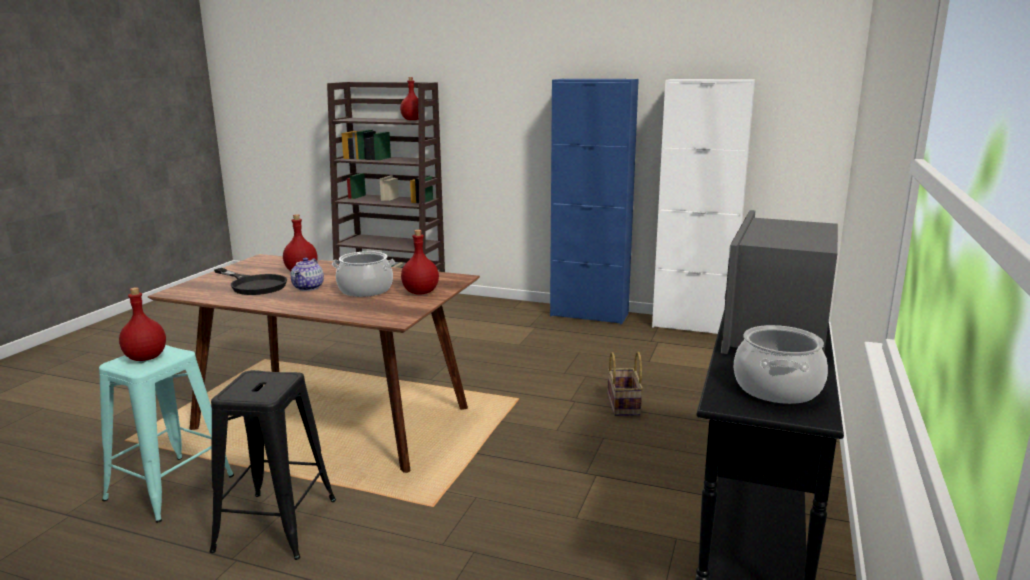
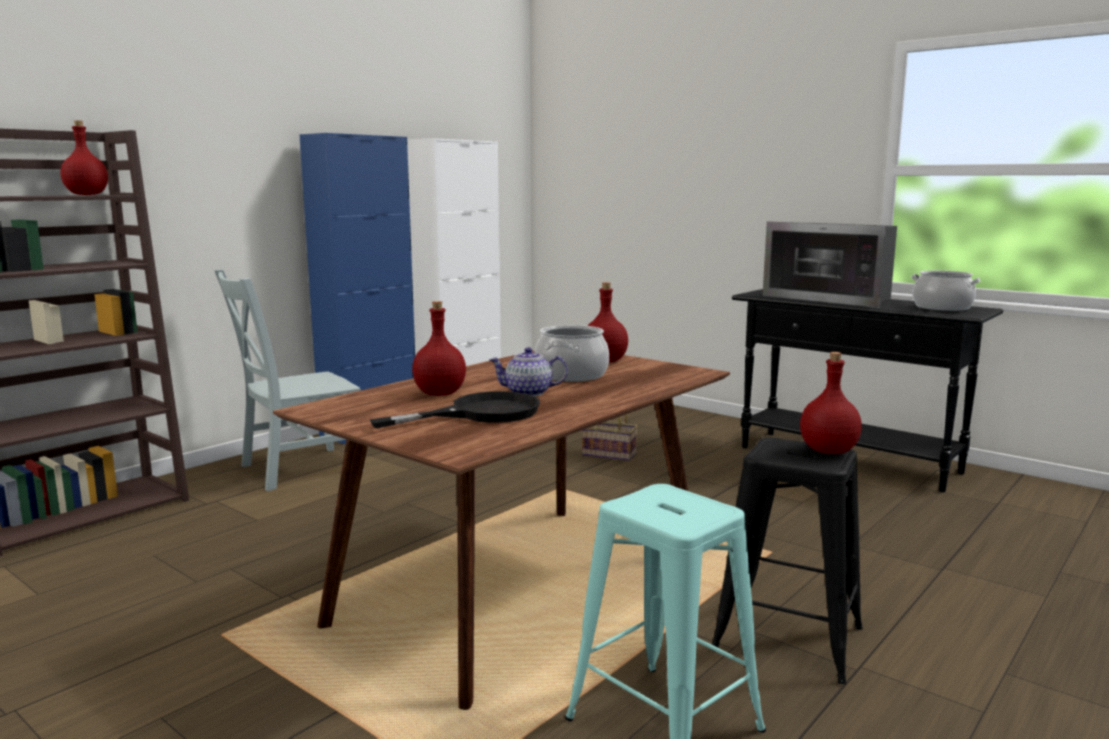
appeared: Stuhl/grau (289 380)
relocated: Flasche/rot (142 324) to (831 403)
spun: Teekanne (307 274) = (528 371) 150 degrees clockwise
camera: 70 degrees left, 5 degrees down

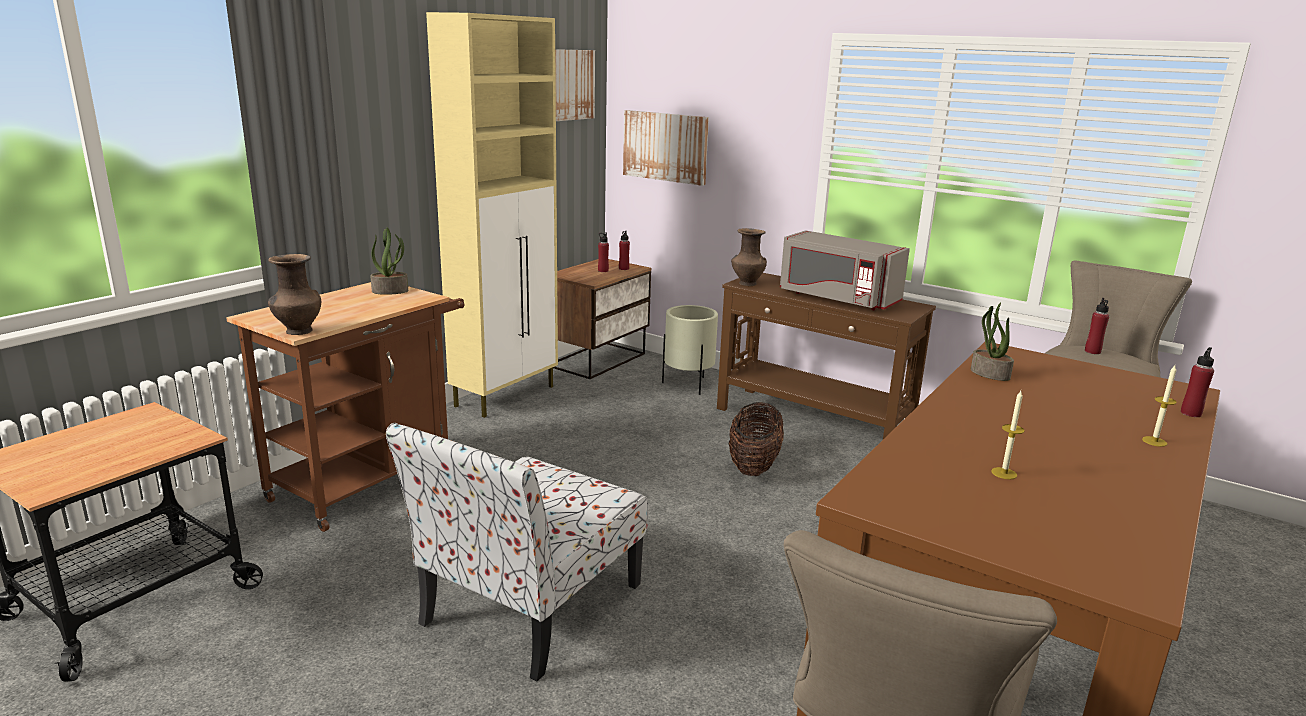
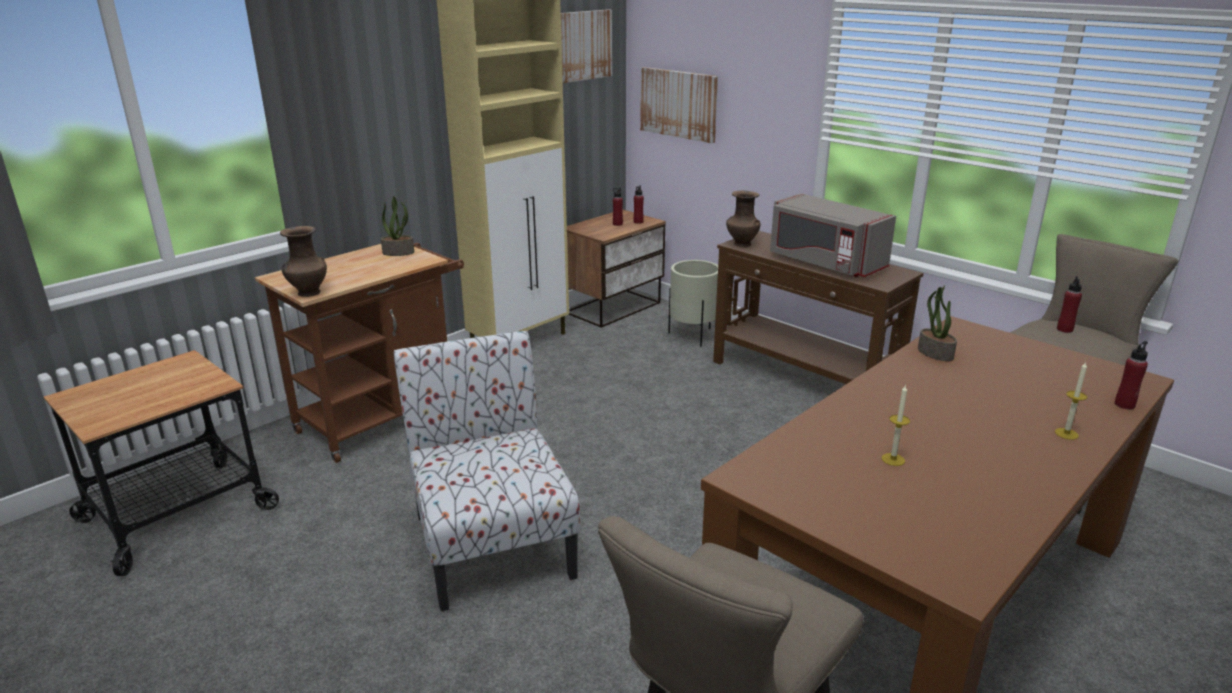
missing: Korb (756 439)
spun: Stuhl (517 552) = (487 471) 120 degrees clockwise
camera: 10 degrees right, 5 degrees up

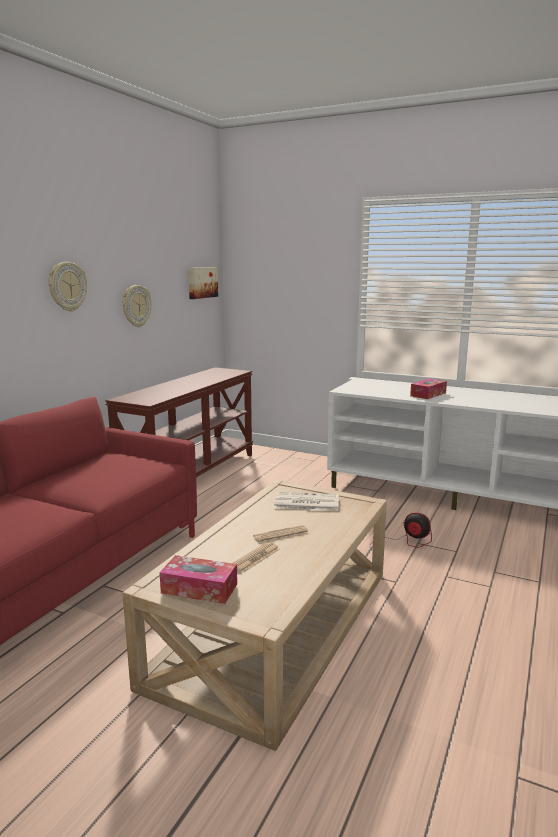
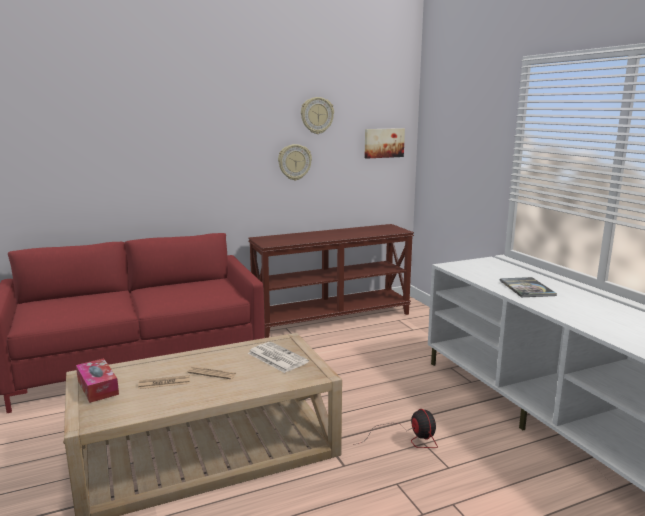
relocated: Wanduhr (68 287) to (317 115)
exchanged: Taschentuchbox (428 389) to Buch (528 287)
camera: 40 degrees right, 0 degrees up

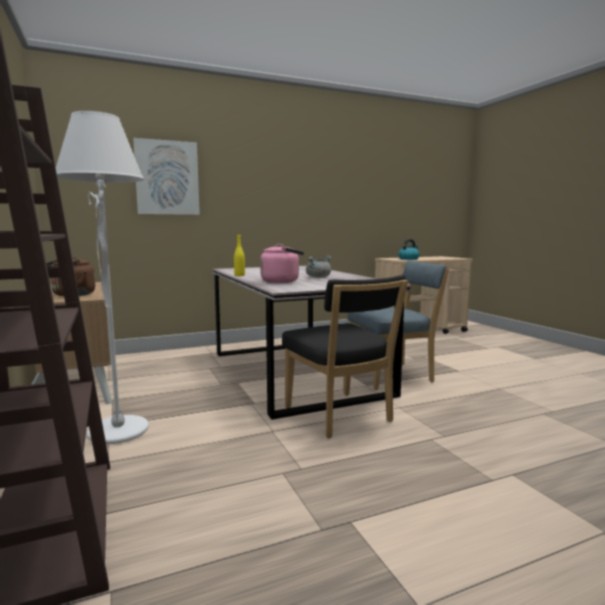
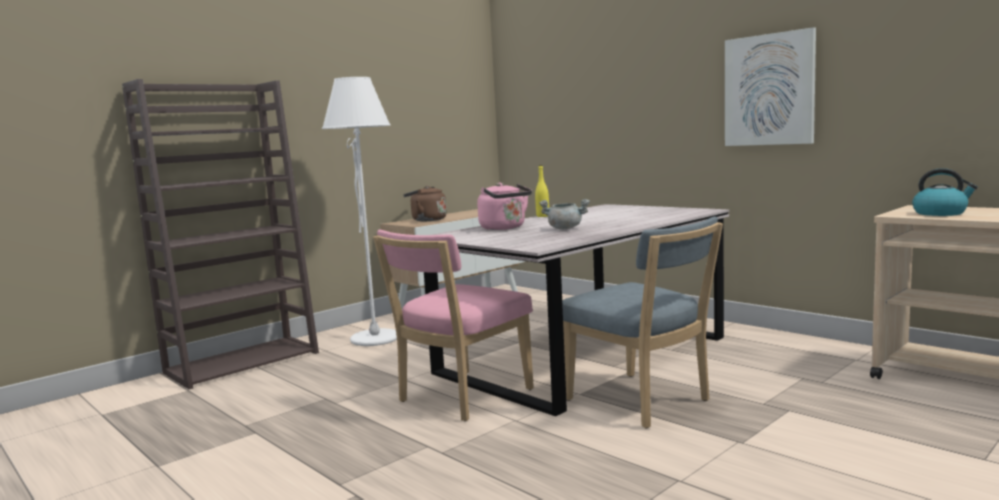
relocated: Bild (166 176) to (770 86)
colour: Stuhl/schwarz (345 356) to Stuhl/rosa (453 325)
camera: 70 degrees right, 0 degrees up

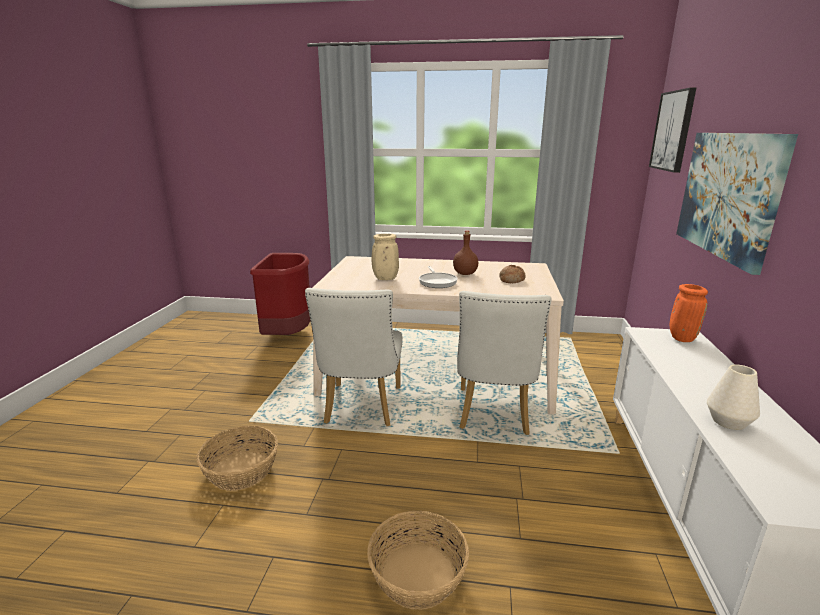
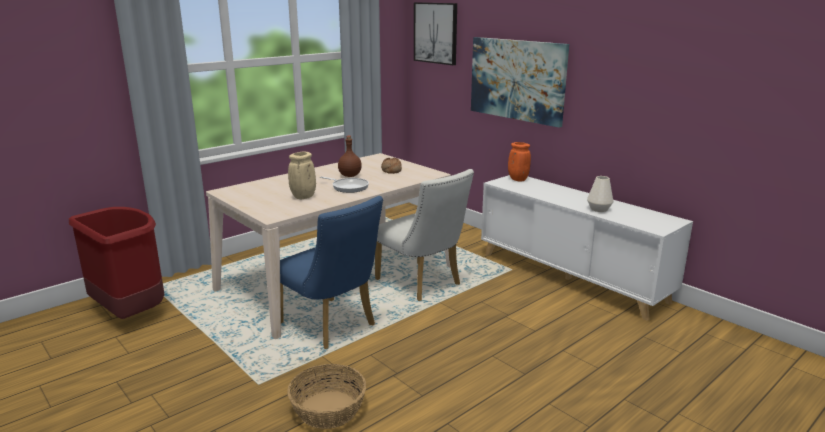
missing: Korb (418 560)
colour: Stuhl/weiß (354 357) to Stuhl/blau (331 272)
camera: 50 degrees left, 0 degrees up

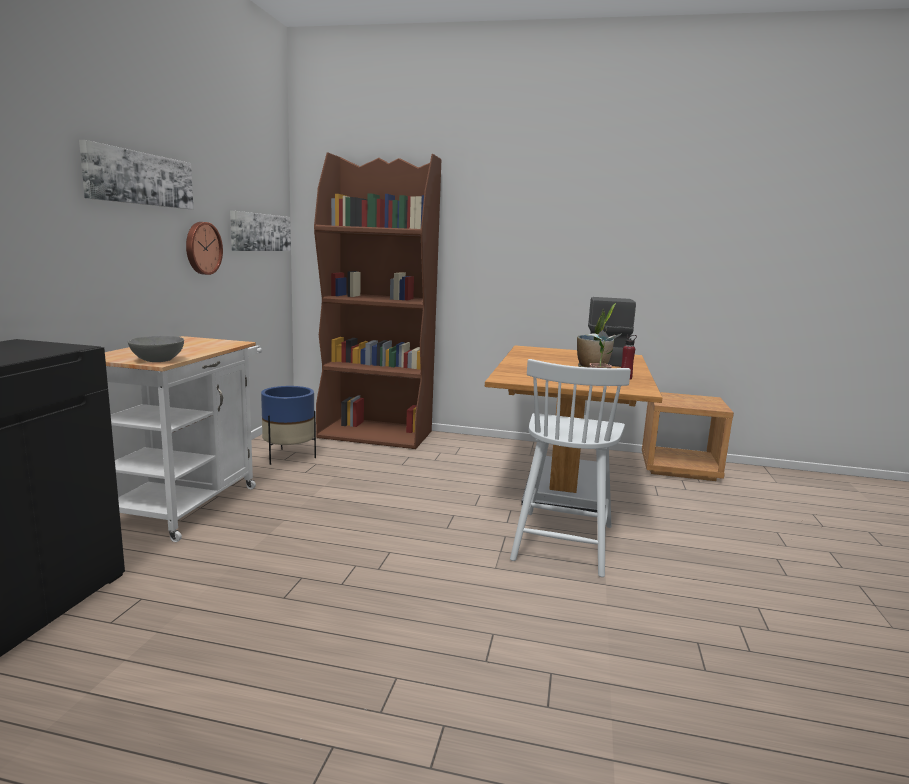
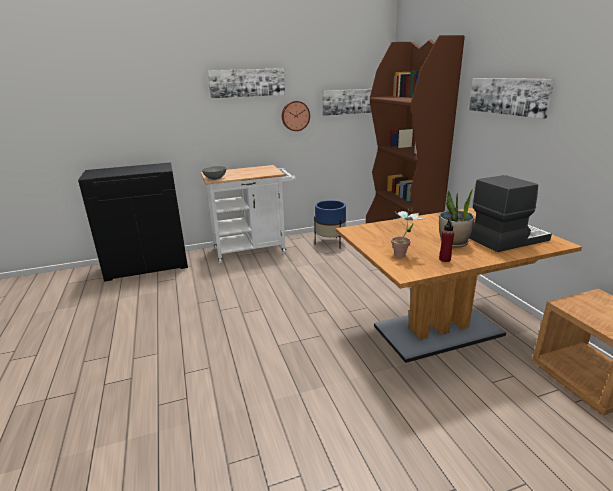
missing: Stuhl/weiß (570 468)
appeared: Bild (512 98)
camera: 60 degrees right, 10 degrees up

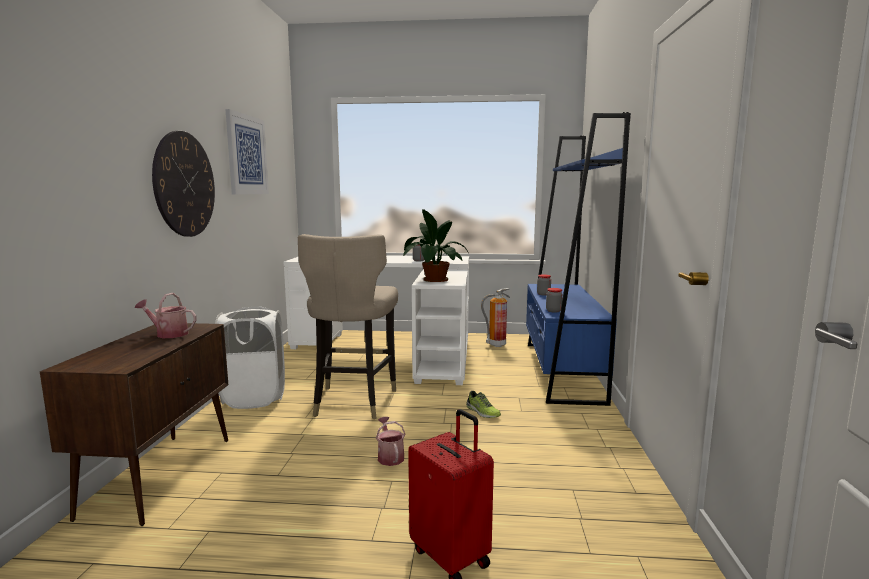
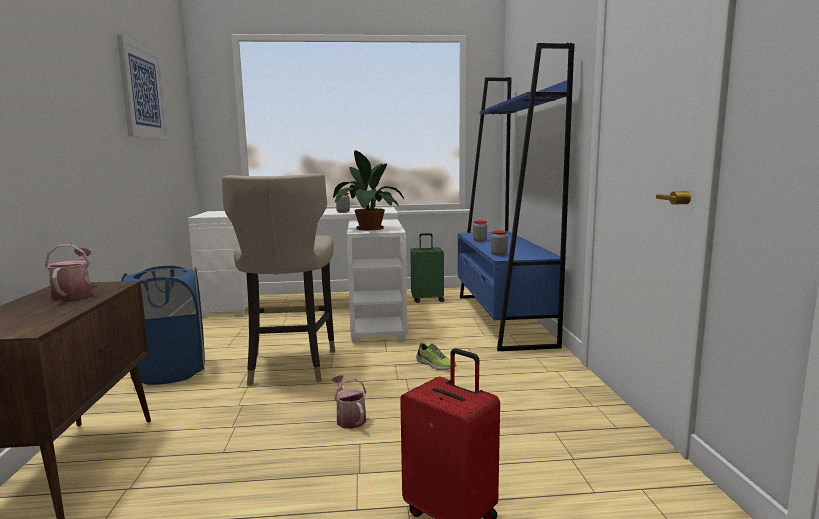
missing: Wanduhr (183 184)
exchanged: Feuerlöscher (495 317) to Koffer/grün (427 268)
colour: Wäschekorb/weiß (250 357) to Wäschekorb/blau (163 325)
spun: Gießkanne (166 315) = (68 272) 75 degrees clockwise
camera: 10 degrees left, 0 degrees up

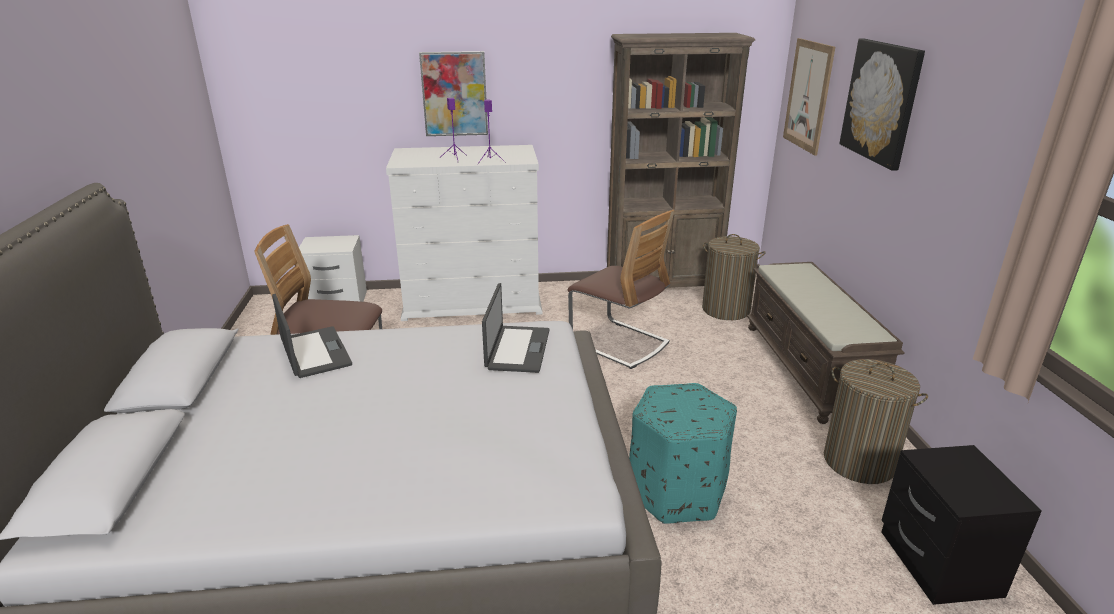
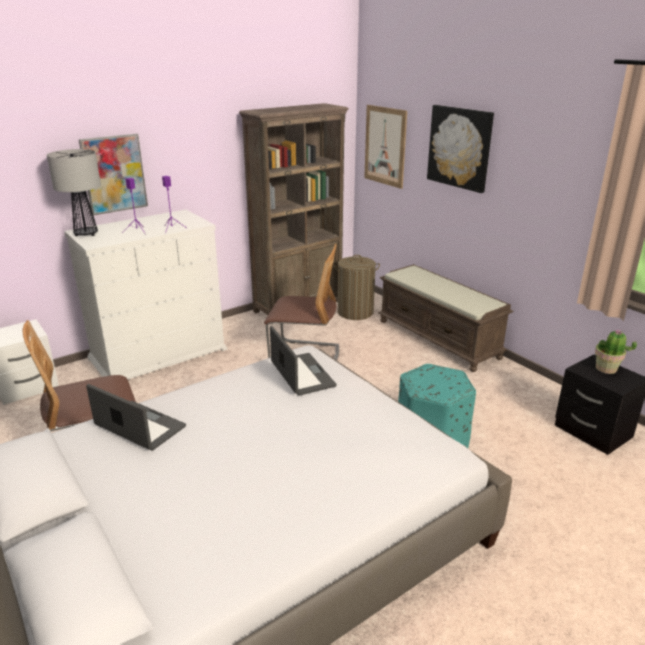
missing: Wäschekorb (876 421)
appeared: Tischlampe (74 192); Topfpflanze (616 351)
camera: 30 degrees left, 0 degrees up

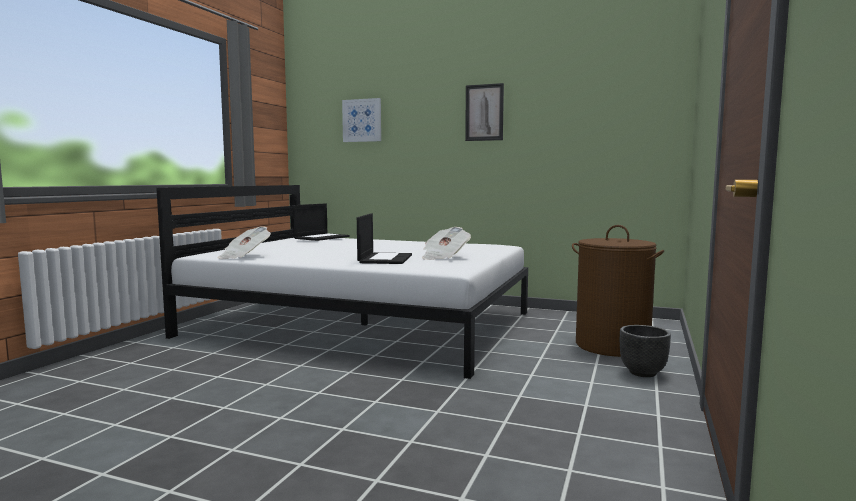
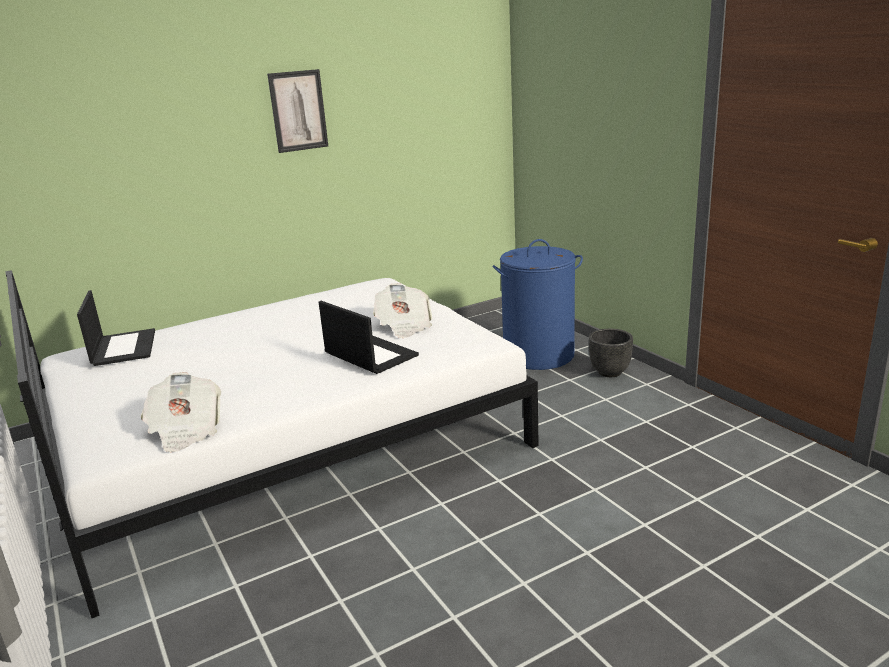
missing: Bild (361 120)
colour: Wäschekorb/braun (618 291) to Wäschekorb/blau (538 304)
camera: 50 degrees left, 15 degrees up

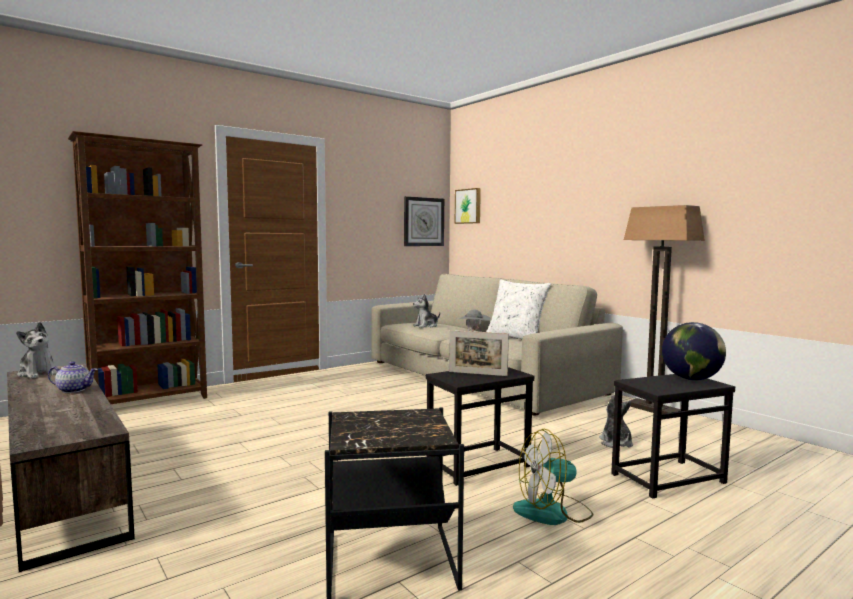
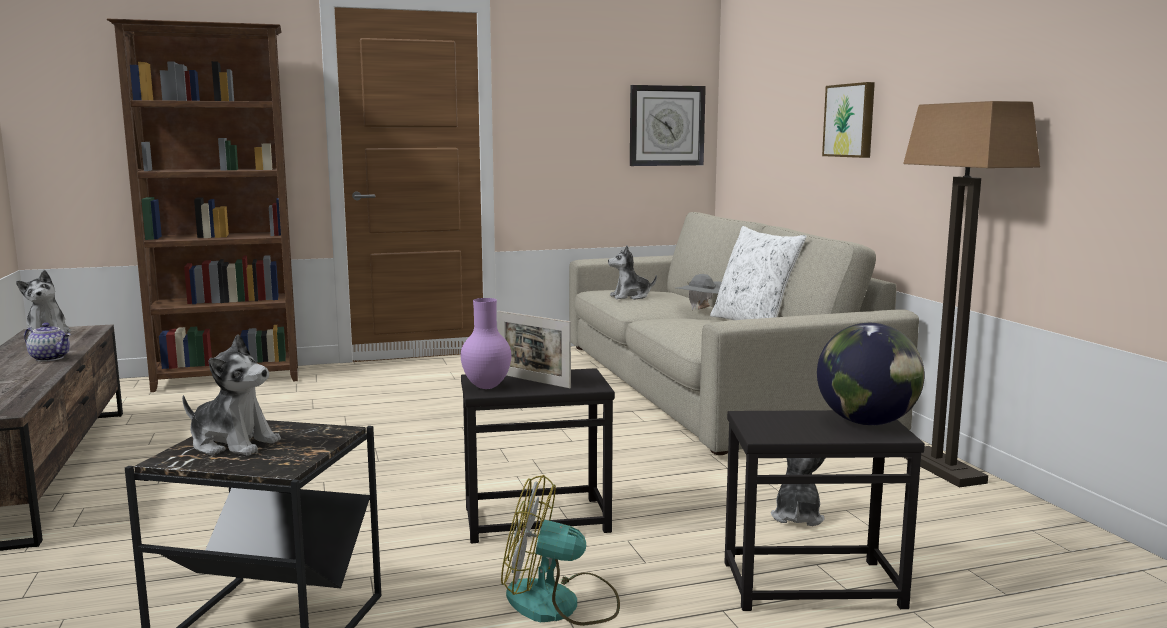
appeared: Plüschtier (231 394); Vase/lila (486 343)
relocated: Bild (468 206) to (848 120)
camera: 20 degrees right, 5 degrees up

